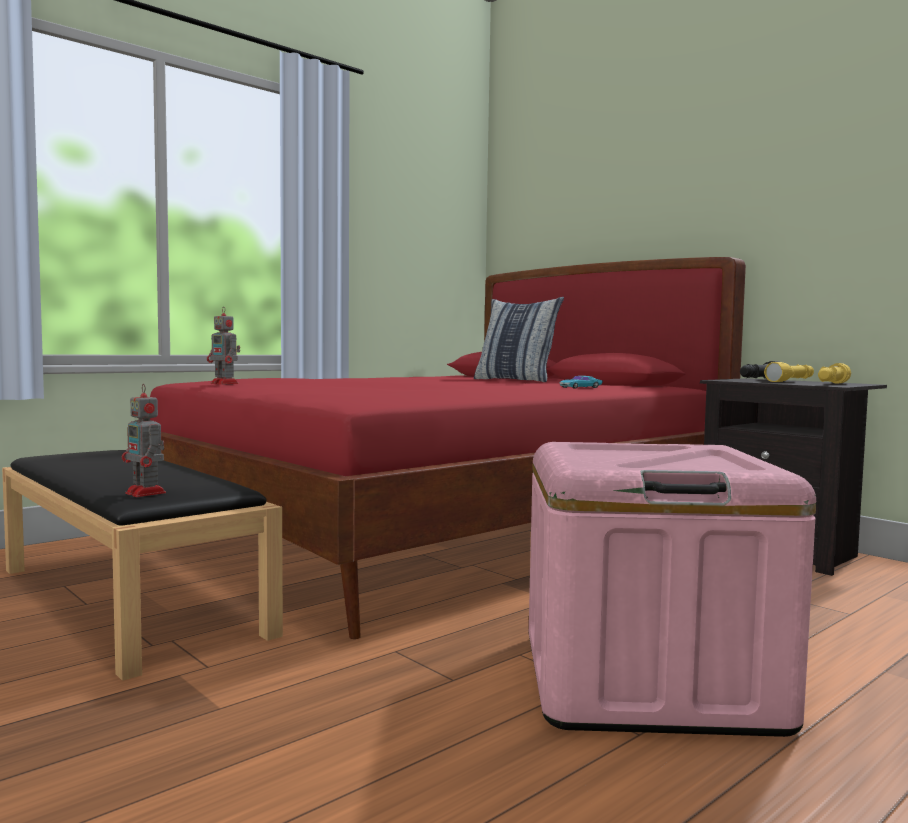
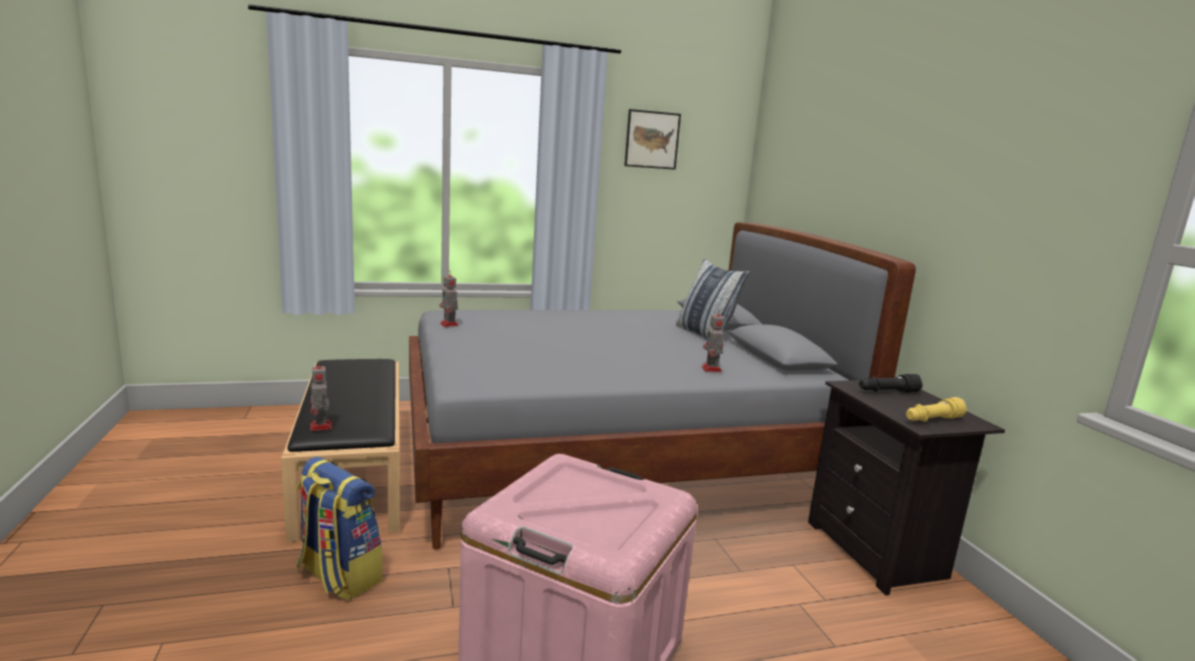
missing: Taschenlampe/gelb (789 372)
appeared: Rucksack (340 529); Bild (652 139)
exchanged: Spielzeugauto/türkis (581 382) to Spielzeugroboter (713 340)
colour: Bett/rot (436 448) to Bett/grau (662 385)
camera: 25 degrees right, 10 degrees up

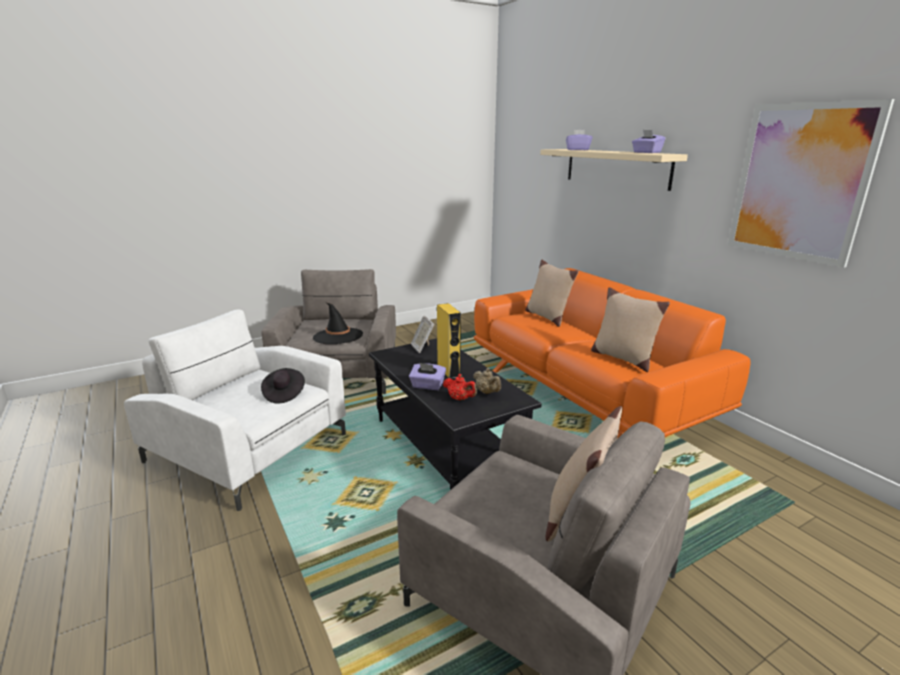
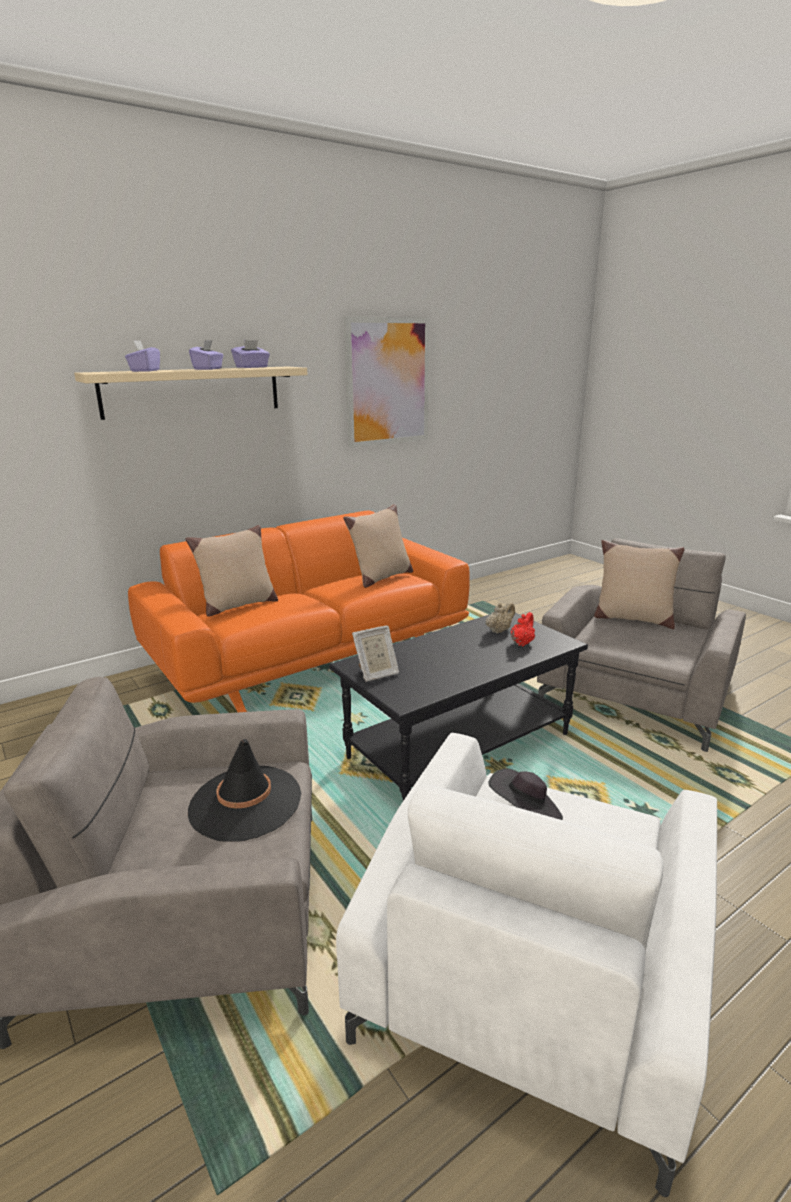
missing: Lautsprecher/gelb (449 341)
relocated: Taschentuchbox/lila (427 376) to (206 355)
camera: 95 degrees left, 0 degrees up

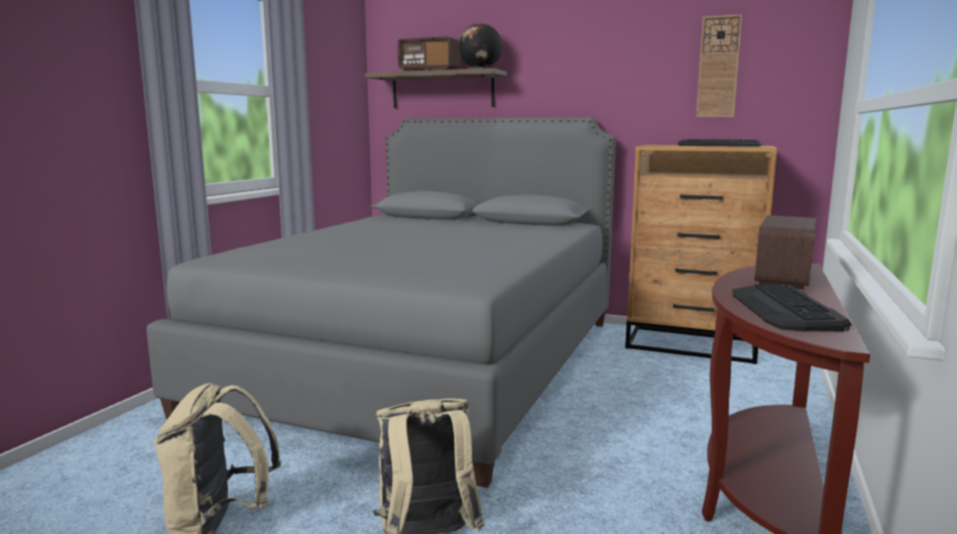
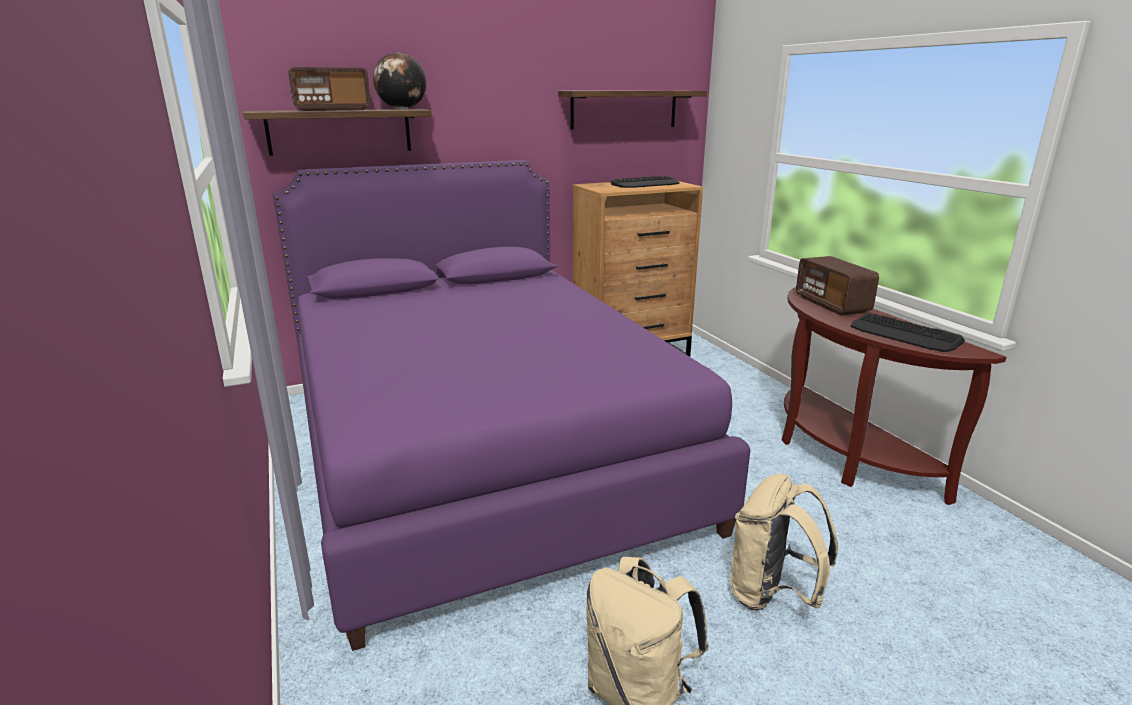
exchanged: Wanduhr (719 65) to Wandregal (632 110)
colour: Bett/grau (381 302) to Bett/lila (511 405)
camera: 45 degrees left, 10 degrees up

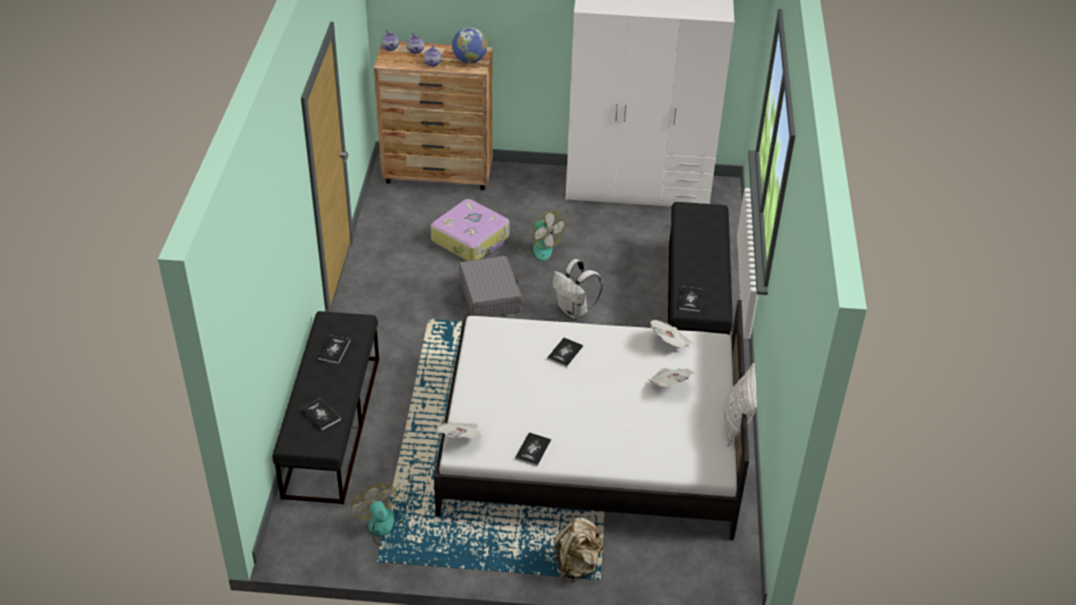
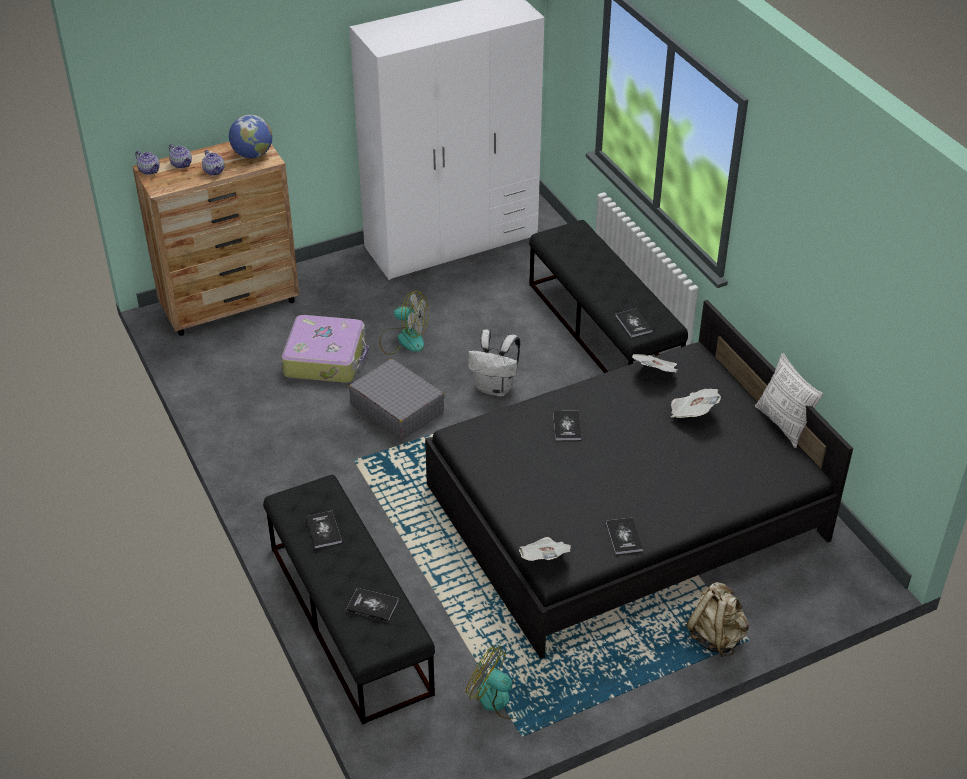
colour: Bett/weiß (591 420) to Bett/schwarz (639 479)
camera: 30 degrees left, 0 degrees up

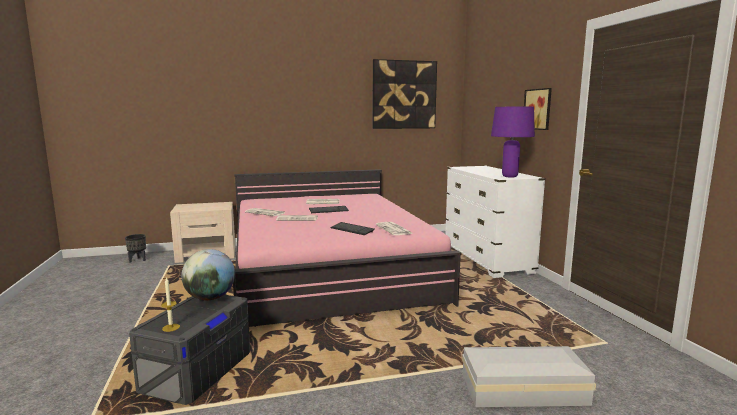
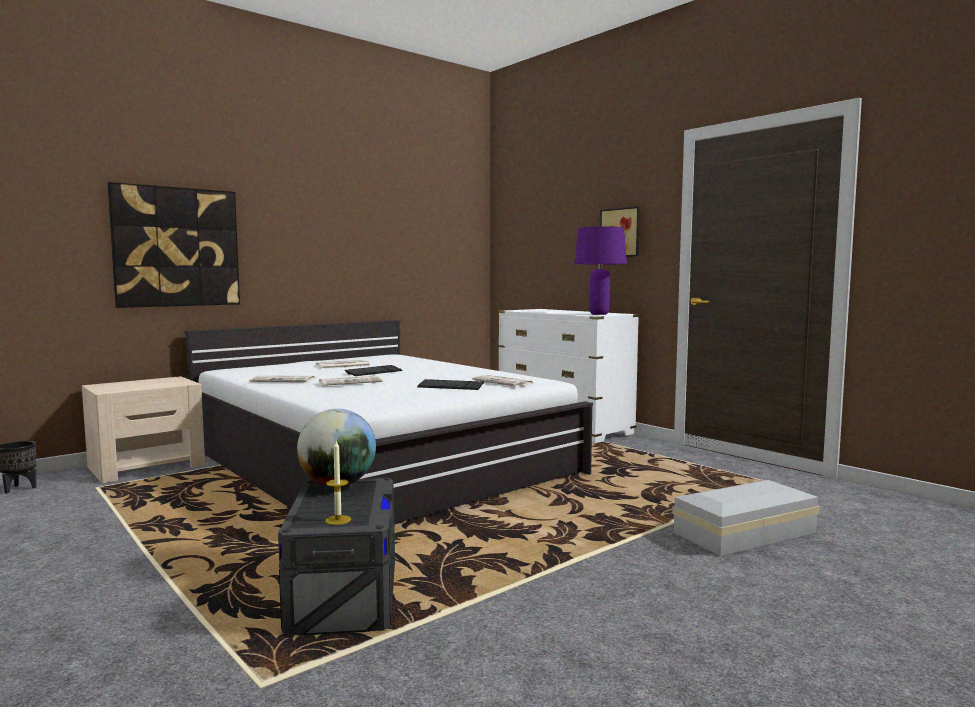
relocated: Bild (405 94) to (174 245)
colour: Bett/rosa (347 248) to Bett/weiß (388 422)
camera: 25 degrees left, 5 degrees down

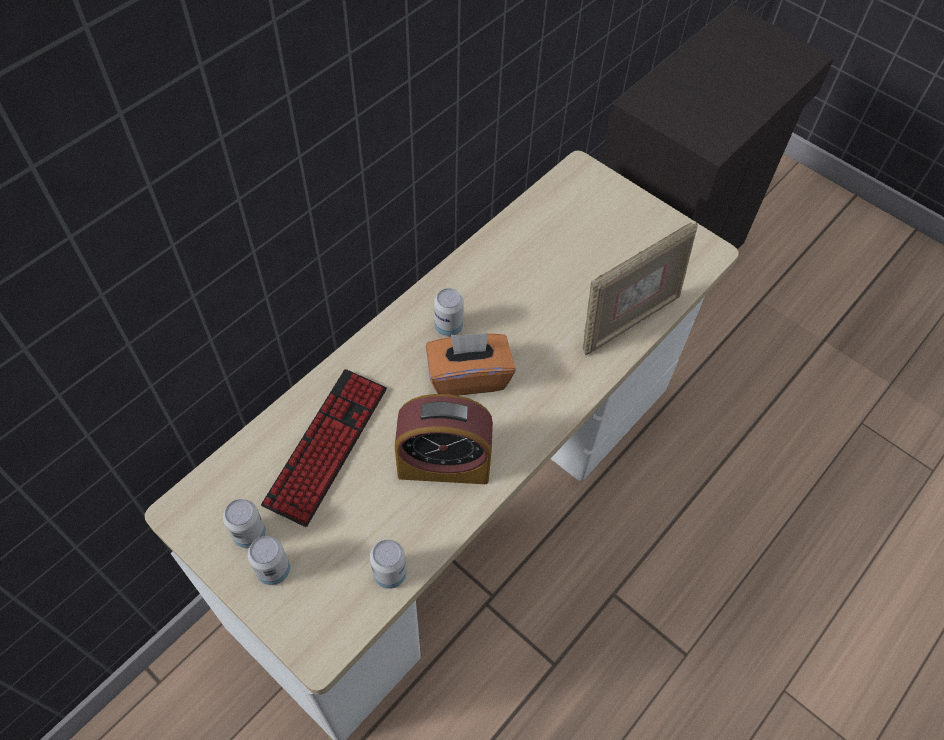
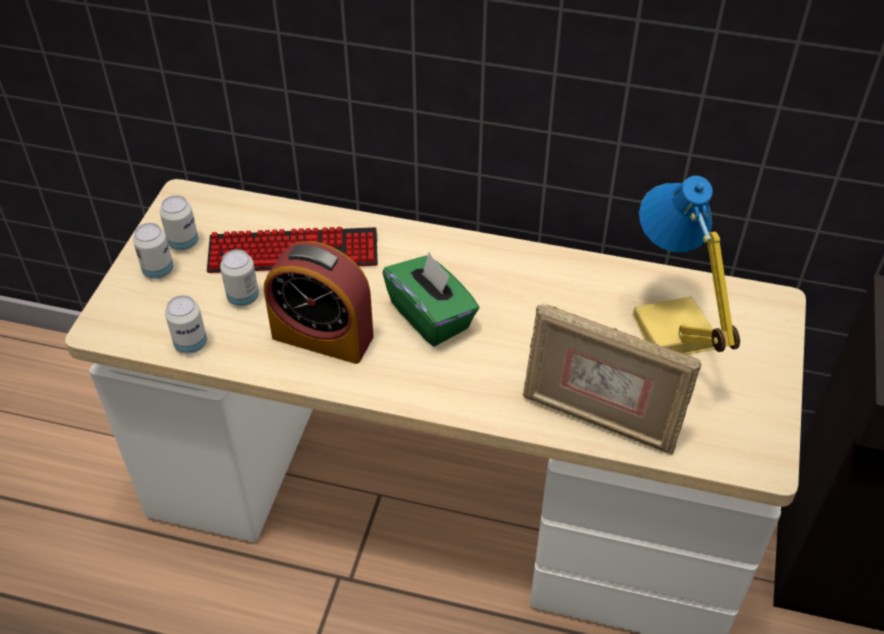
appeared: Tischlampe (686 265)
relocated: Dose (449 312) to (239 278)
colour: Taschentuchbox/orange (471 364) to Taschentuchbox/grün (430 300)
spun: Wecker (444 439) = (319 302) 45 degrees counterclockwise
camera: 65 degrees right, 10 degrees down

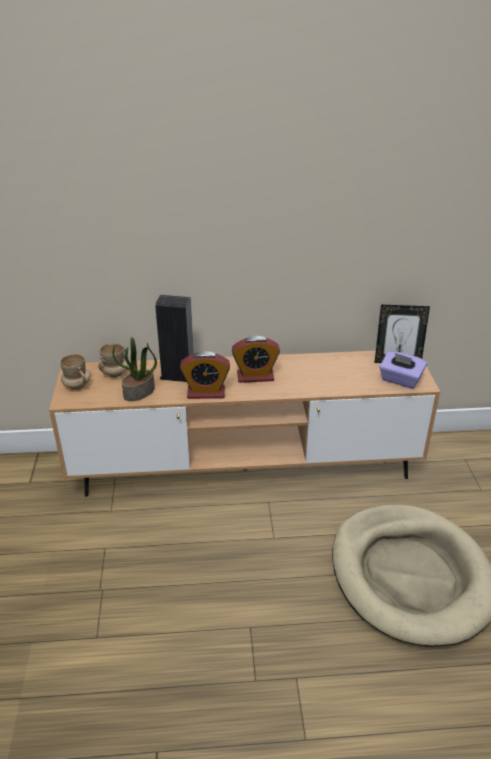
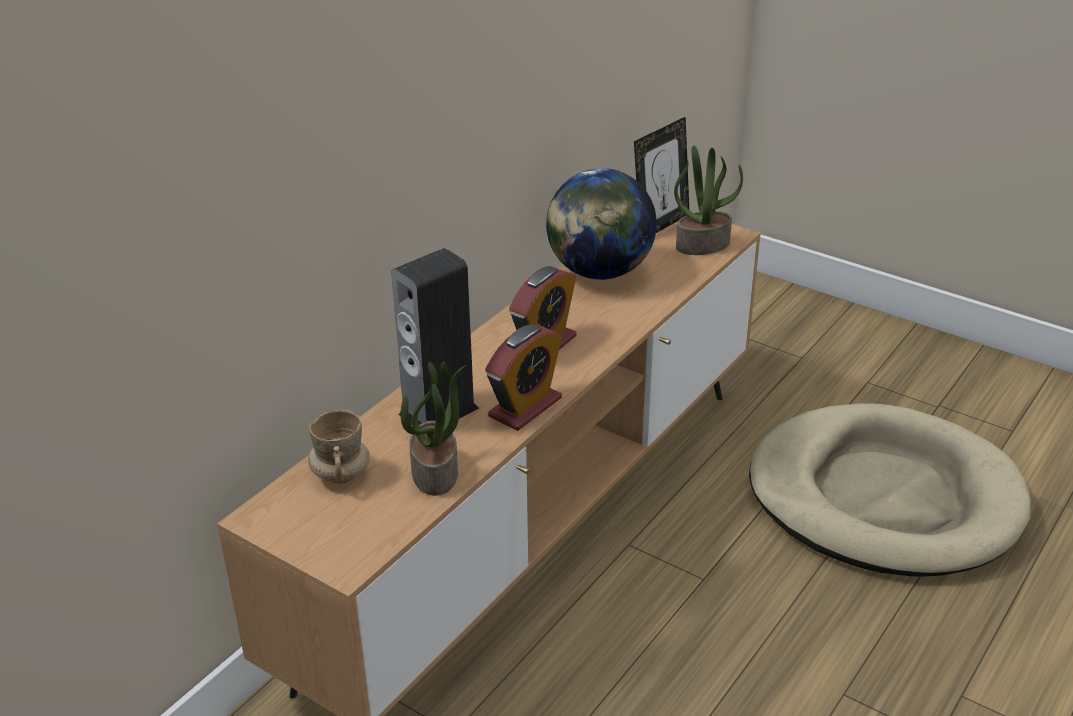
missing: Henkelbecher/beige (75 372)
appeared: Globus (601 224)
exchanged: Taschentuchbox/lila (403 370) to Topfpflanze (708 200)
camera: 50 degrees left, 0 degrees up

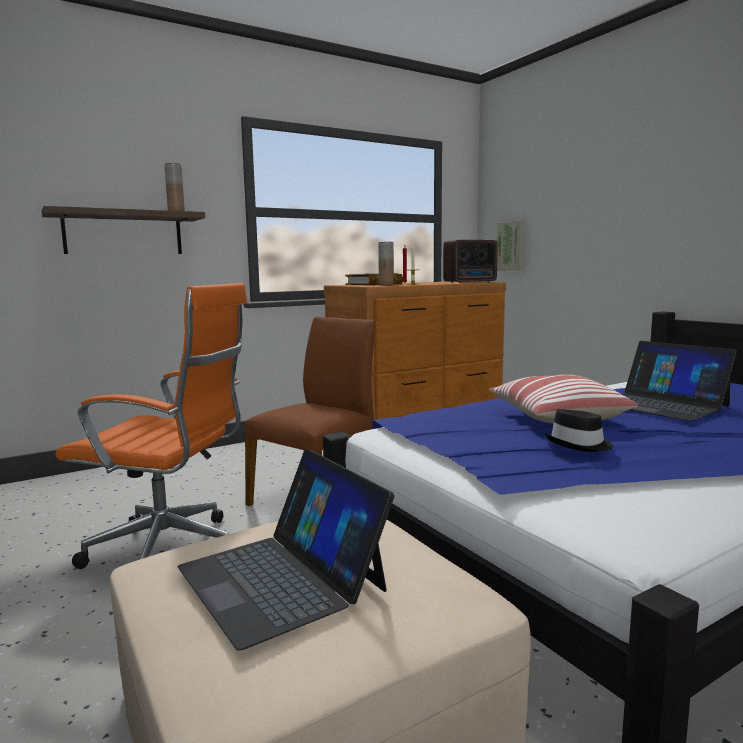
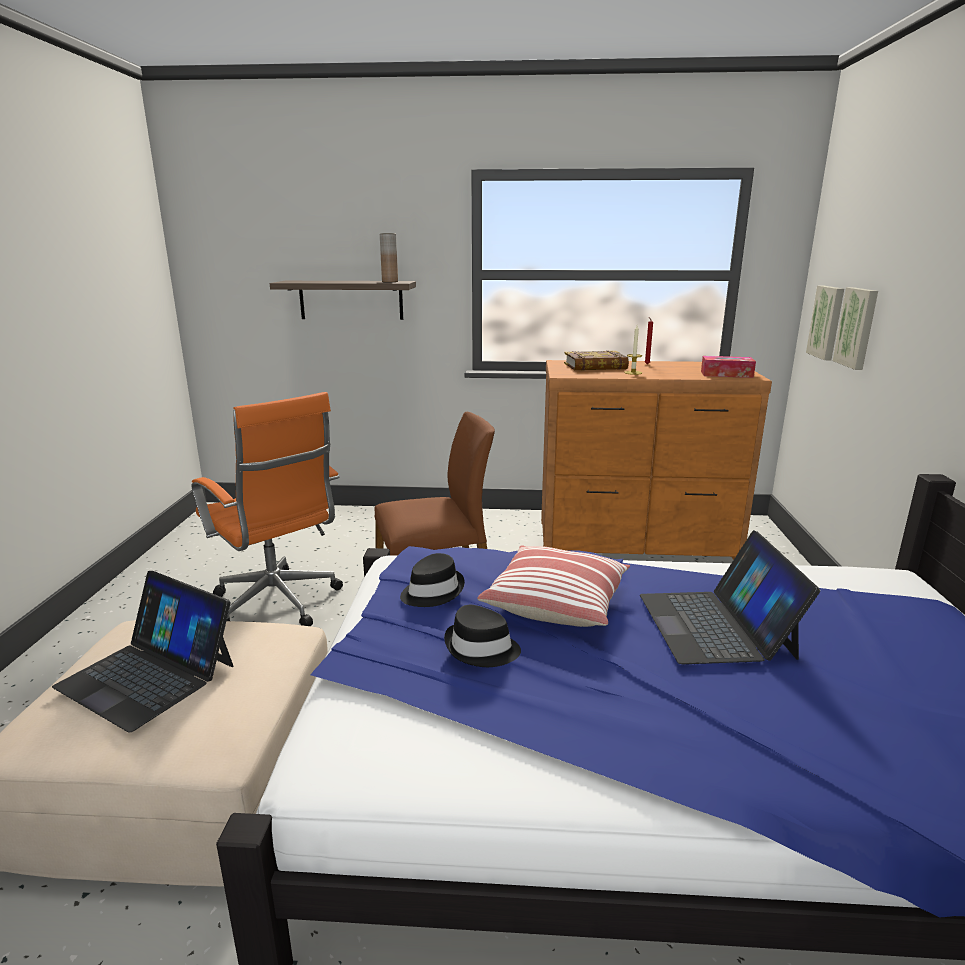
missing: Vase/braun (386 264)
appeared: Hut/schwarz (432 580); Bild (855 328)
exchanged: Radio (470 261) to Taschentuchbox (728 367)
spun: Laptop (286 550) = (142 652) 60 degrees counterclockwise
camera: 35 degrees right, 10 degrees up

